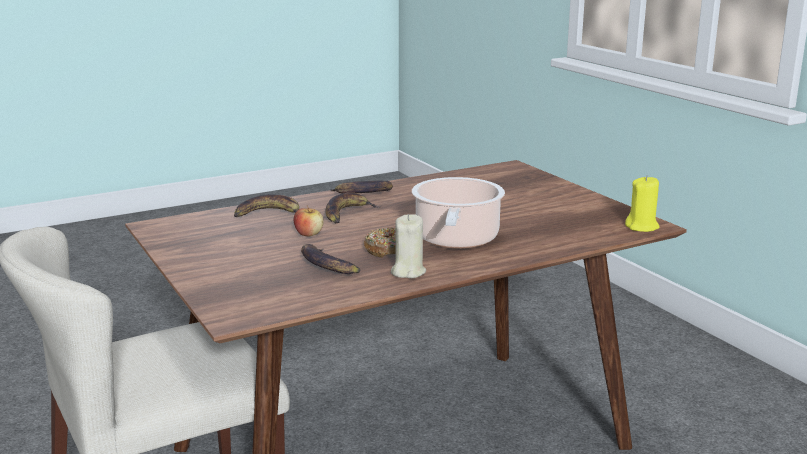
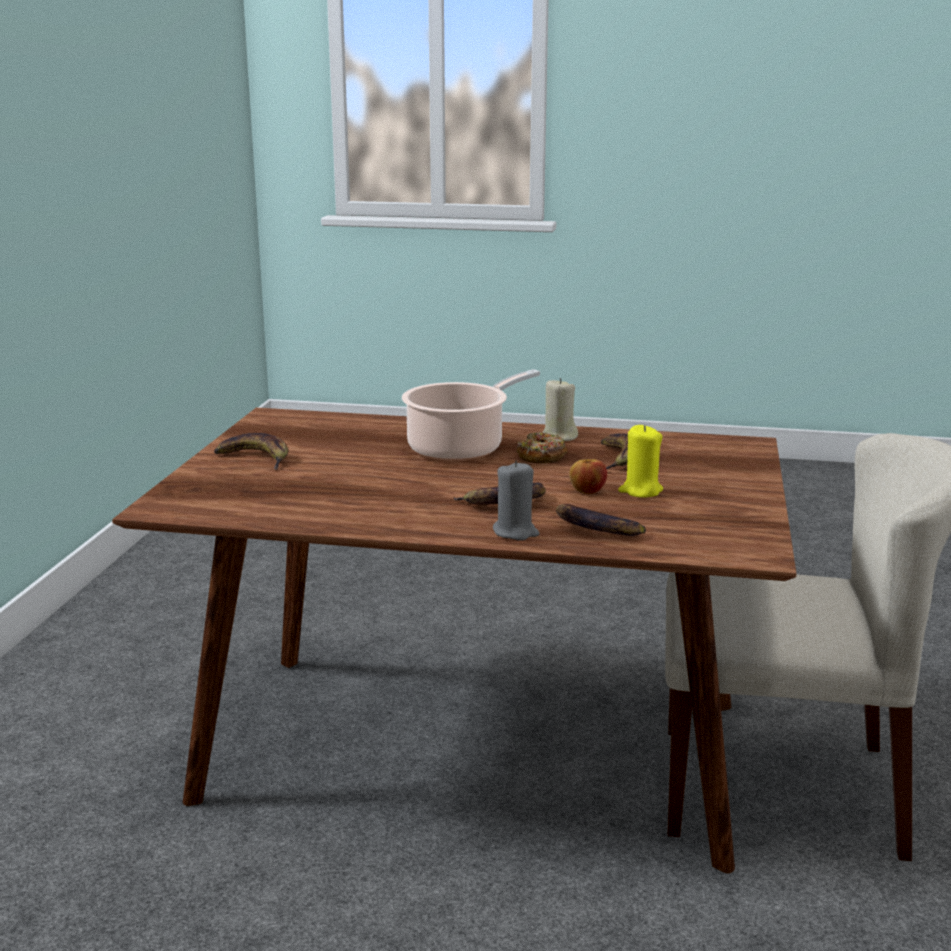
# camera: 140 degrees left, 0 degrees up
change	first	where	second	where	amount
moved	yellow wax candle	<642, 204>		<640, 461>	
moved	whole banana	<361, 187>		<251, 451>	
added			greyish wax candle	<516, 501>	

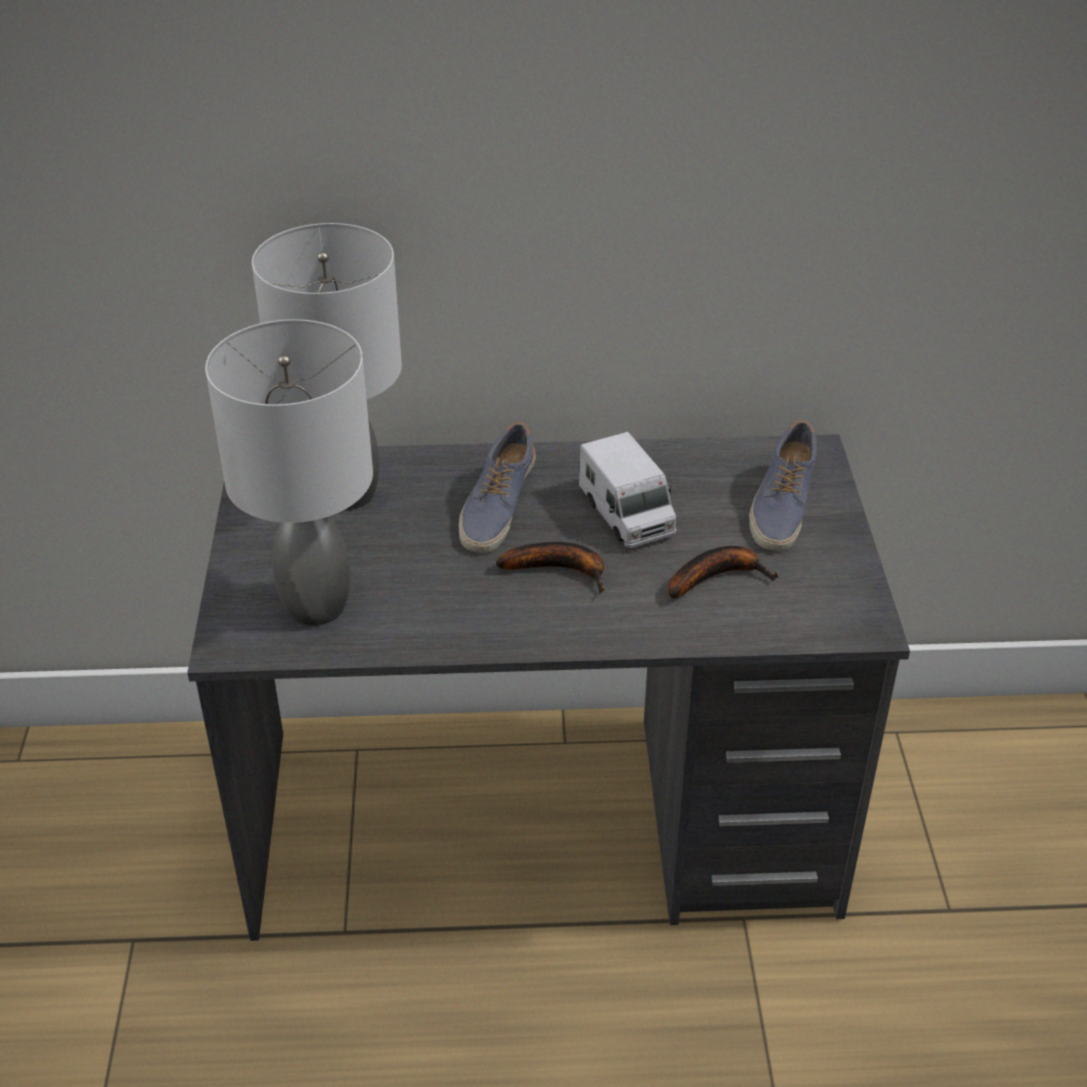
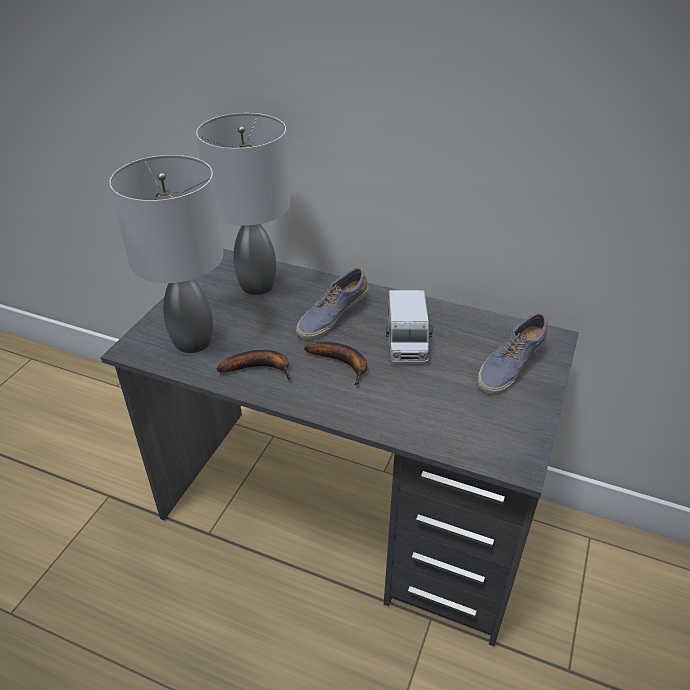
# camera: 25 degrees right, 0 degrees up
change	first	where	second	where	amount
moved	whole banana	<723, 572>		<254, 365>	

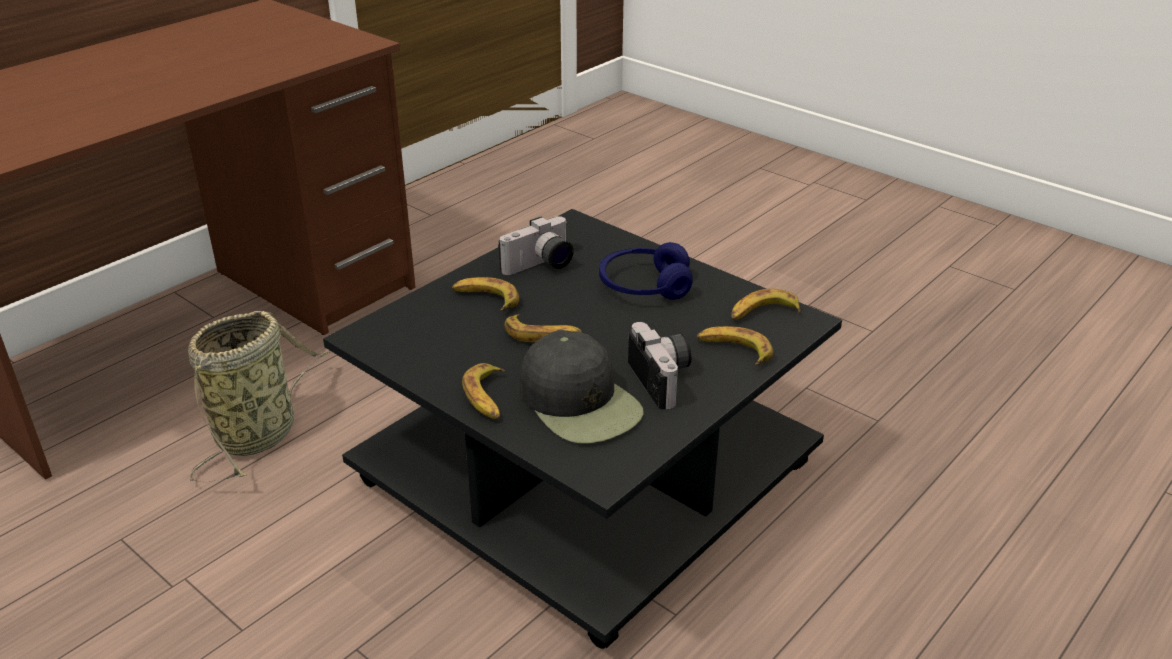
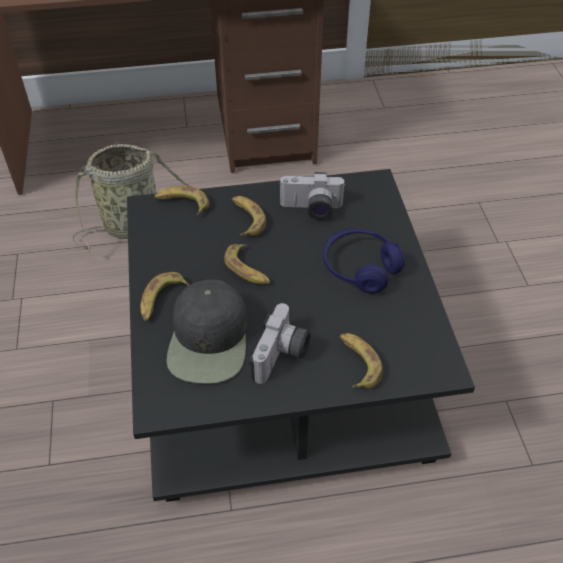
# camera: 40 degrees right, 15 degrees up
change	first	where	second	where	amount
moved	whole banana	<766, 305>		<181, 200>	

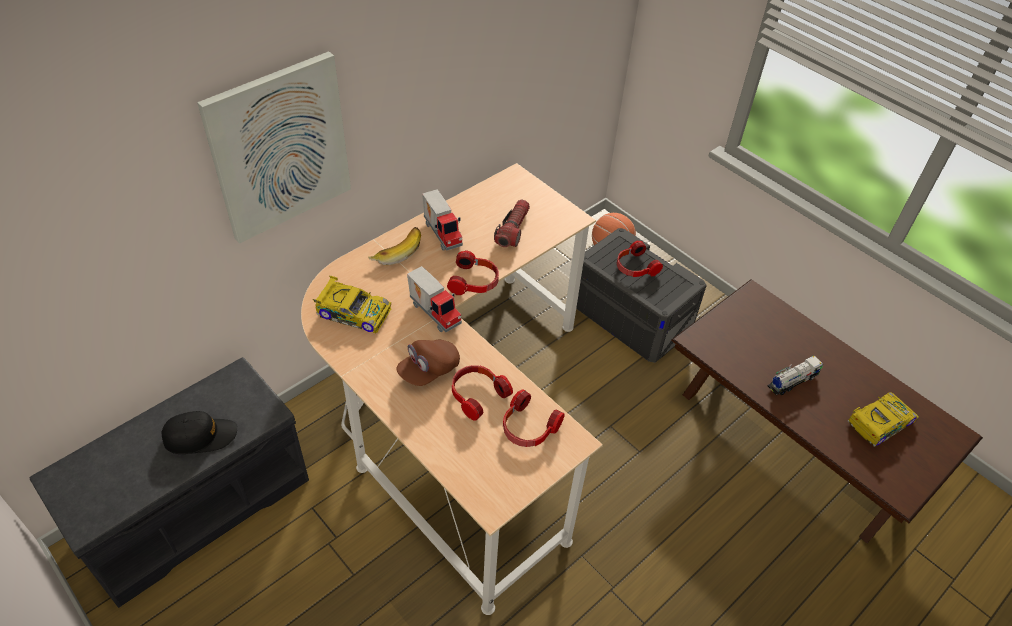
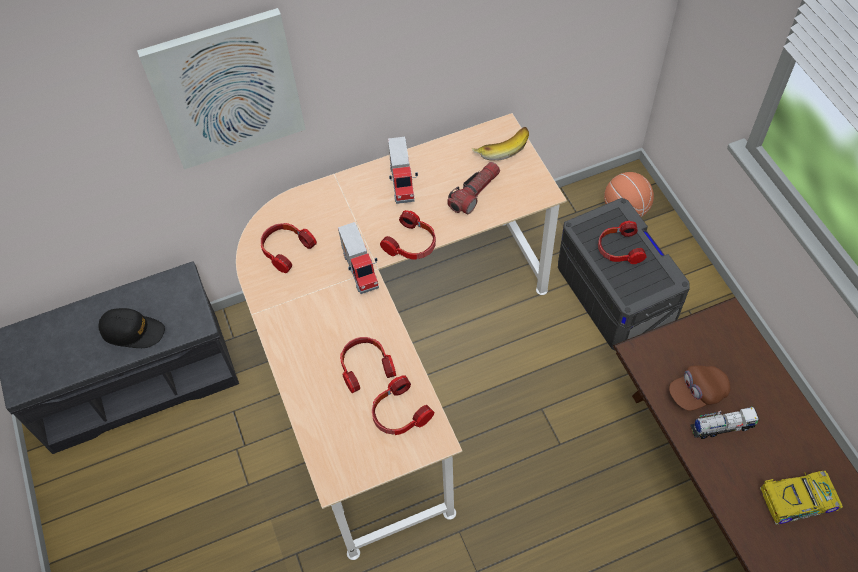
# camera: 25 degrees right, 10 degrees up
change	first	where	second	where	amount
moved	whole banana	<394, 246>		<500, 144>	
replaced	miniature car	<352, 304>	headphones	<289, 248>	
moved	brownish peaked cap	<428, 363>		<699, 388>	

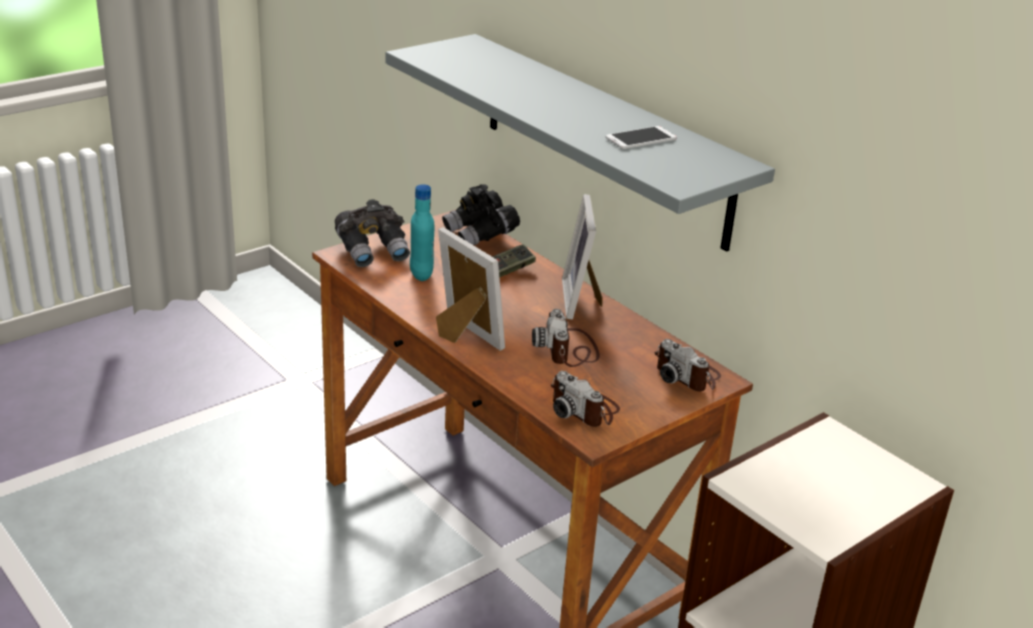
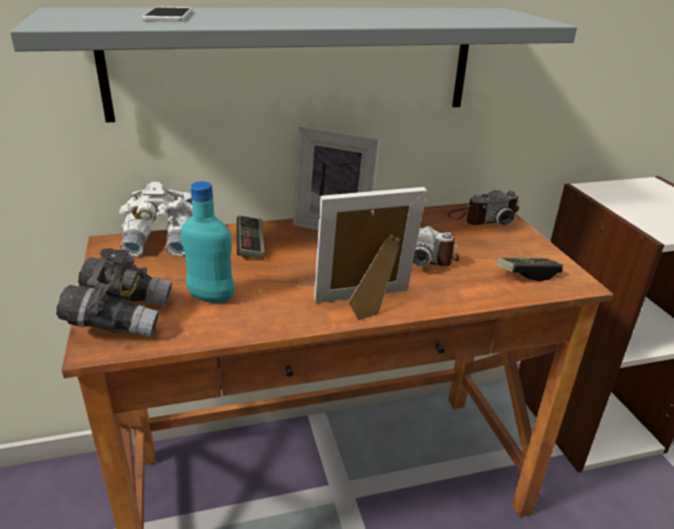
# camera: 65 degrees left, 0 degrees up
change	first	where	second	where	amount
moved	handset	<641, 137>		<167, 14>	
recoloured	blackish pair of binoculars	<481, 214>	white pair of binoculars	<156, 219>	
replaced	still camera	<585, 399>	joypad	<529, 269>	

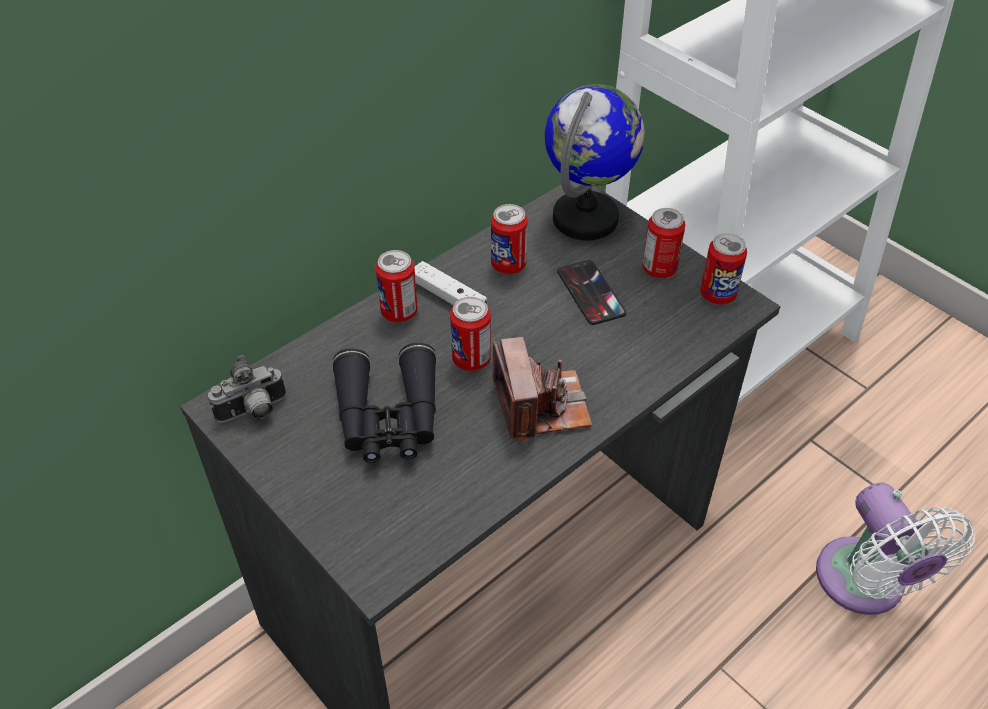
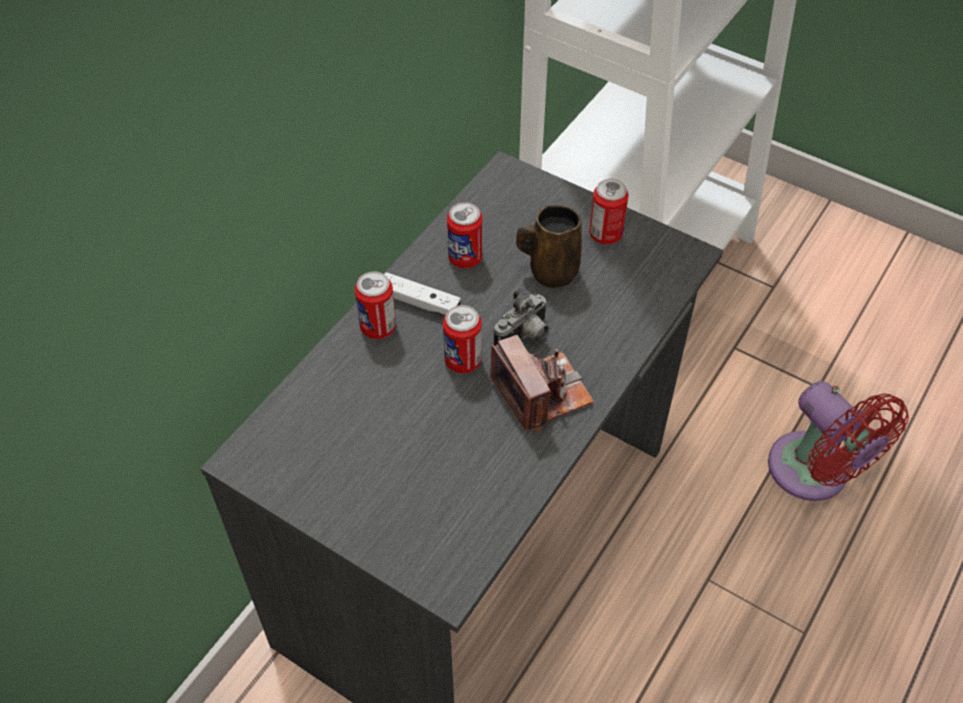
# camera: 15 degrees left, 5 degrees up
change	first	where	second	where	amount
removed	world globe	<595, 162>			
removed	sealed can	<723, 269>			
replaced	handset	<591, 292>	brownish mug	<549, 246>	
removed	blackish pair of binoculars	<384, 402>			
moved	still camera	<247, 389>		<521, 317>	
recoloured	white fan	<895, 549>	red fan	<838, 441>	

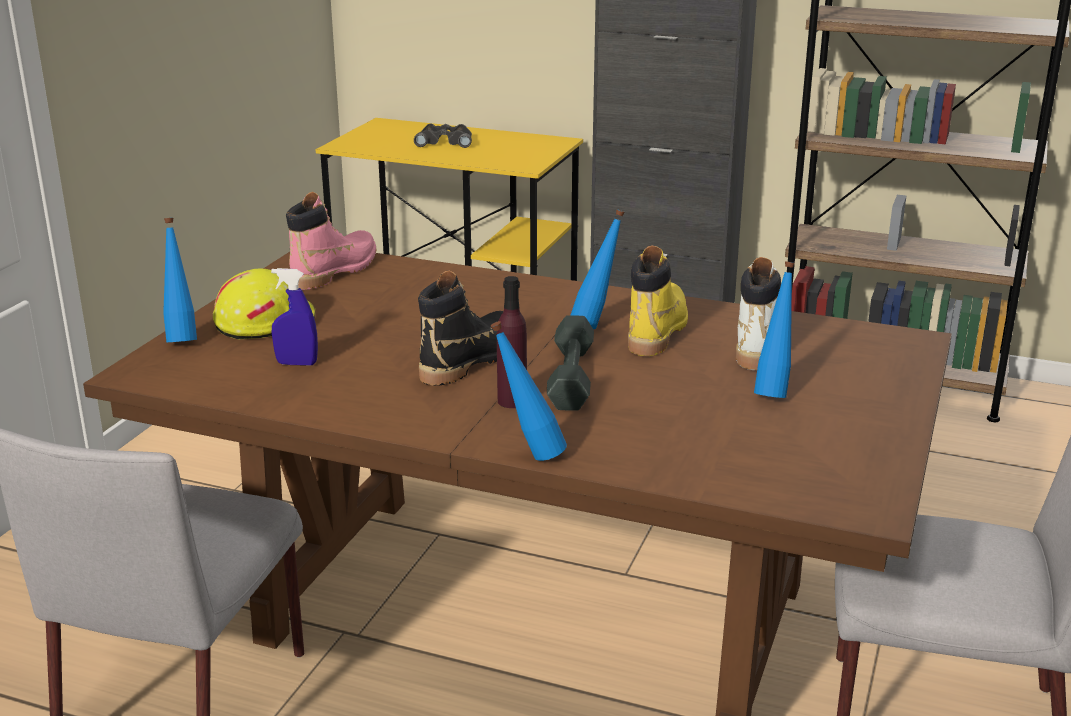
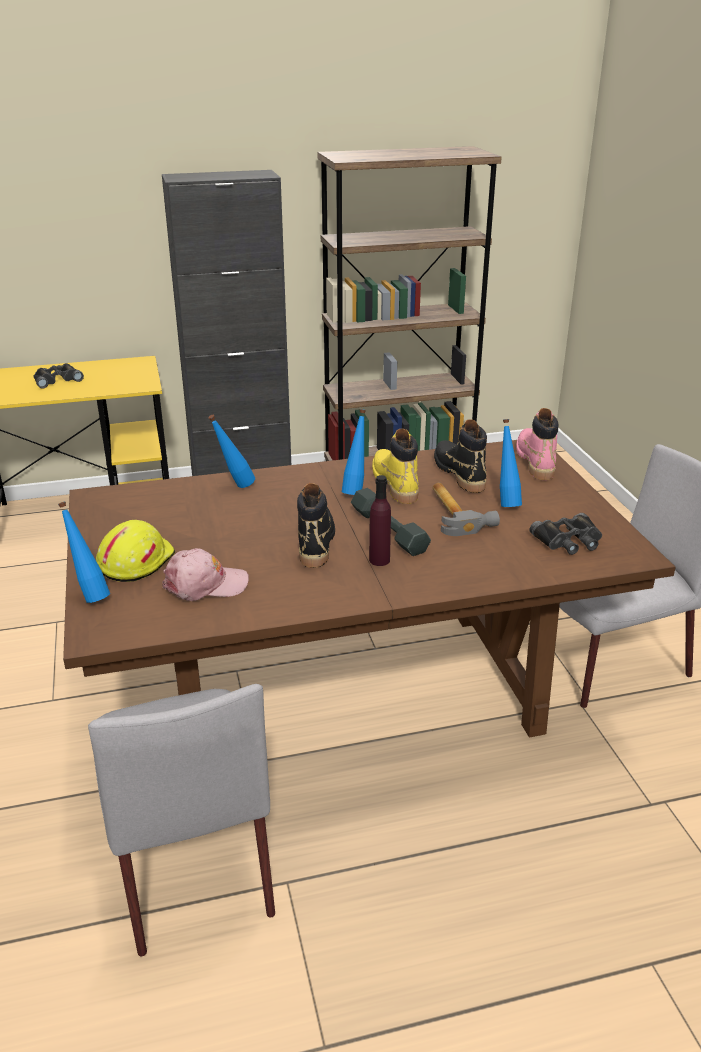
# camera: 35 degrees left, 5 degrees up
change	first	where	second	where	amount
moved	pinkish tall boot	<331, 241>		<537, 444>	
recoloured	white tall boot	<758, 313>	blackish tall boot	<460, 456>	
replaced	bluish spray bottle	<294, 317>	pinkish peaked cap	<205, 574>	
moved	bluish beverage bottle	<529, 391>		<231, 451>	
added			hand hammer	<466, 509>	
added			blackish pair of binoculars	<566, 534>	

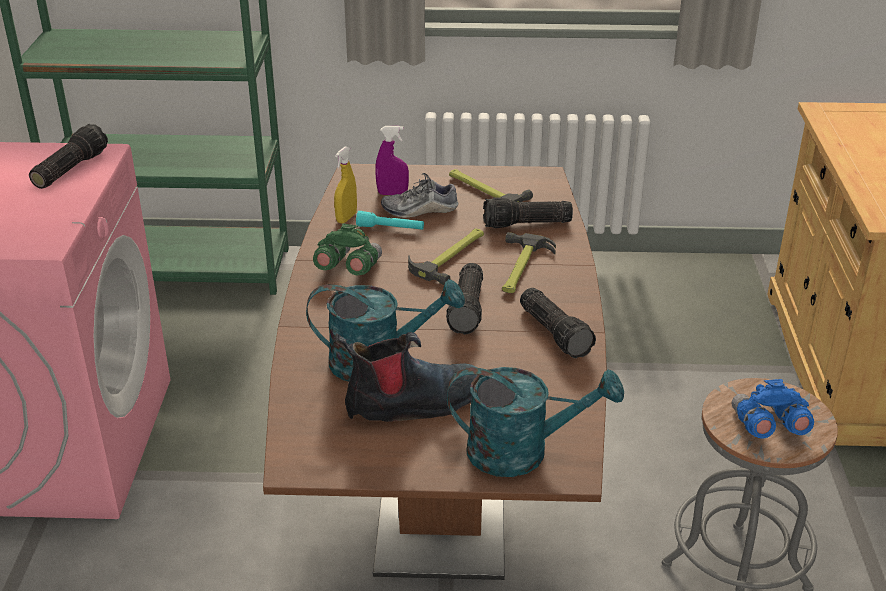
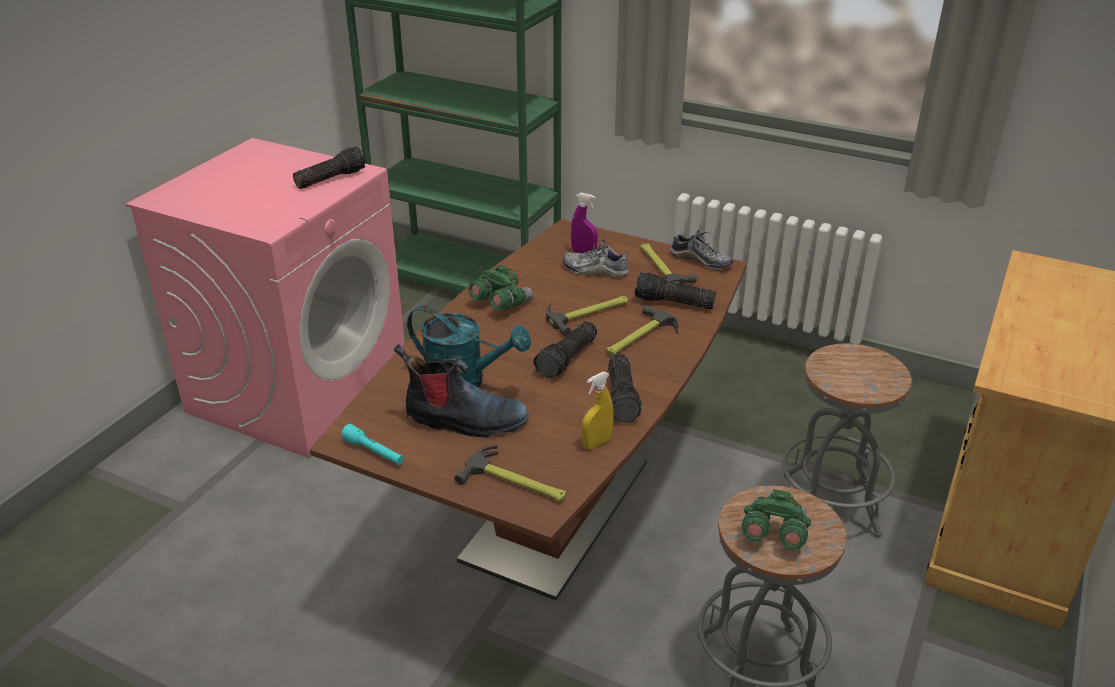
# camera: 25 degrees right, 0 degrees up
change	first	where	second	where	amount
moved	yellow spray bottle	<345, 185>		<598, 411>	
moved	turquoise-coloured flashlight	<390, 220>		<372, 444>	
replaced	turquoise-coloured watering can	<535, 422>	hand hammer	<510, 473>	
recoloured	bluish pair of binoculars	<772, 409>	green pair of binoculars	<776, 519>	
added			shoe	<702, 249>	
added			greyish stool	<847, 441>	

